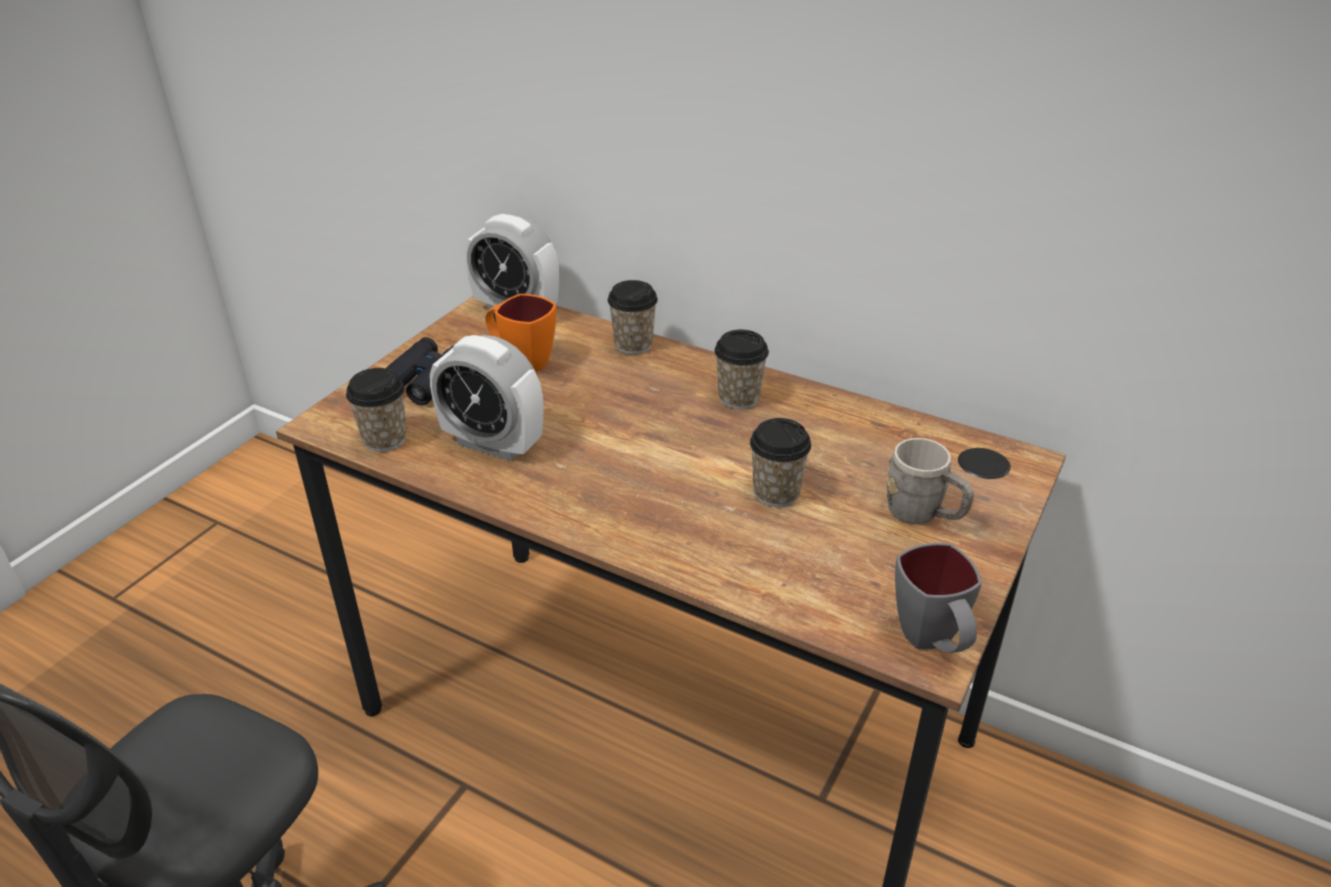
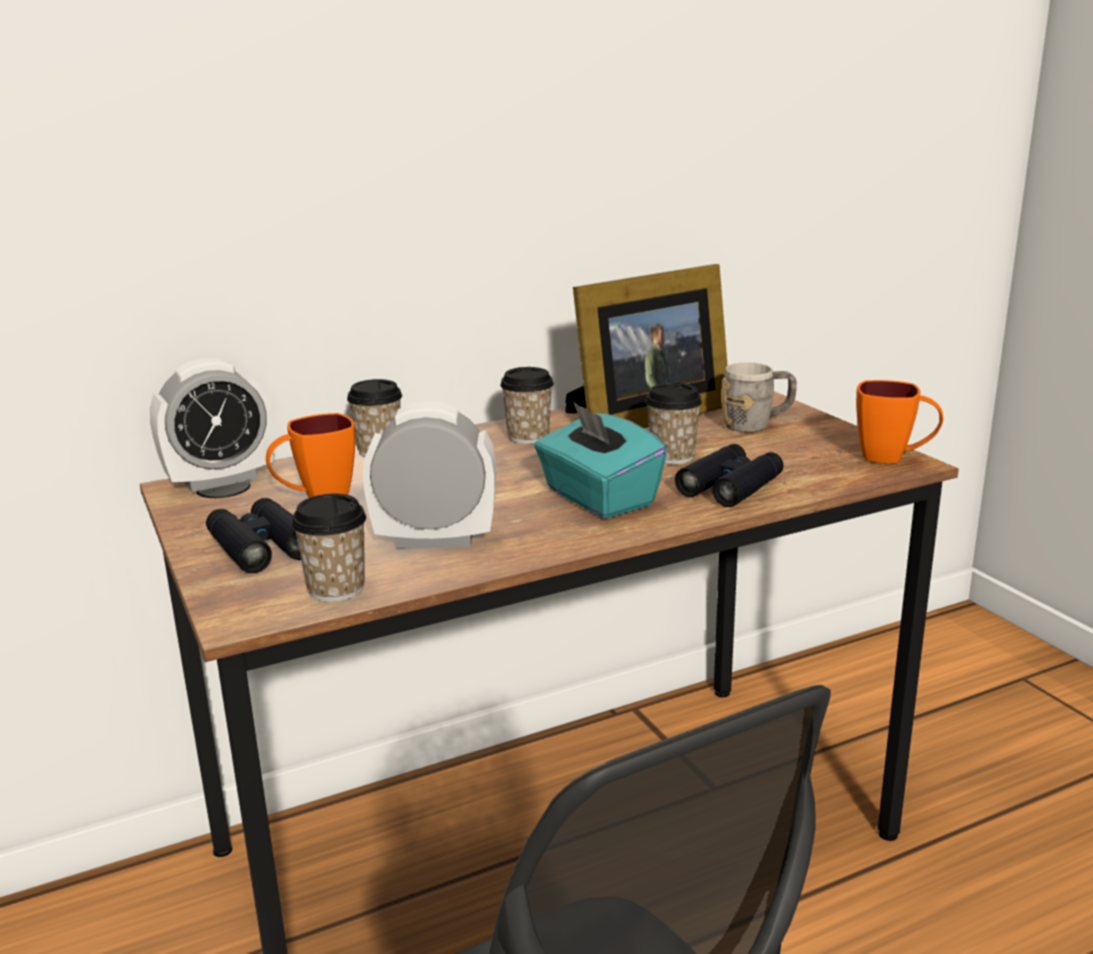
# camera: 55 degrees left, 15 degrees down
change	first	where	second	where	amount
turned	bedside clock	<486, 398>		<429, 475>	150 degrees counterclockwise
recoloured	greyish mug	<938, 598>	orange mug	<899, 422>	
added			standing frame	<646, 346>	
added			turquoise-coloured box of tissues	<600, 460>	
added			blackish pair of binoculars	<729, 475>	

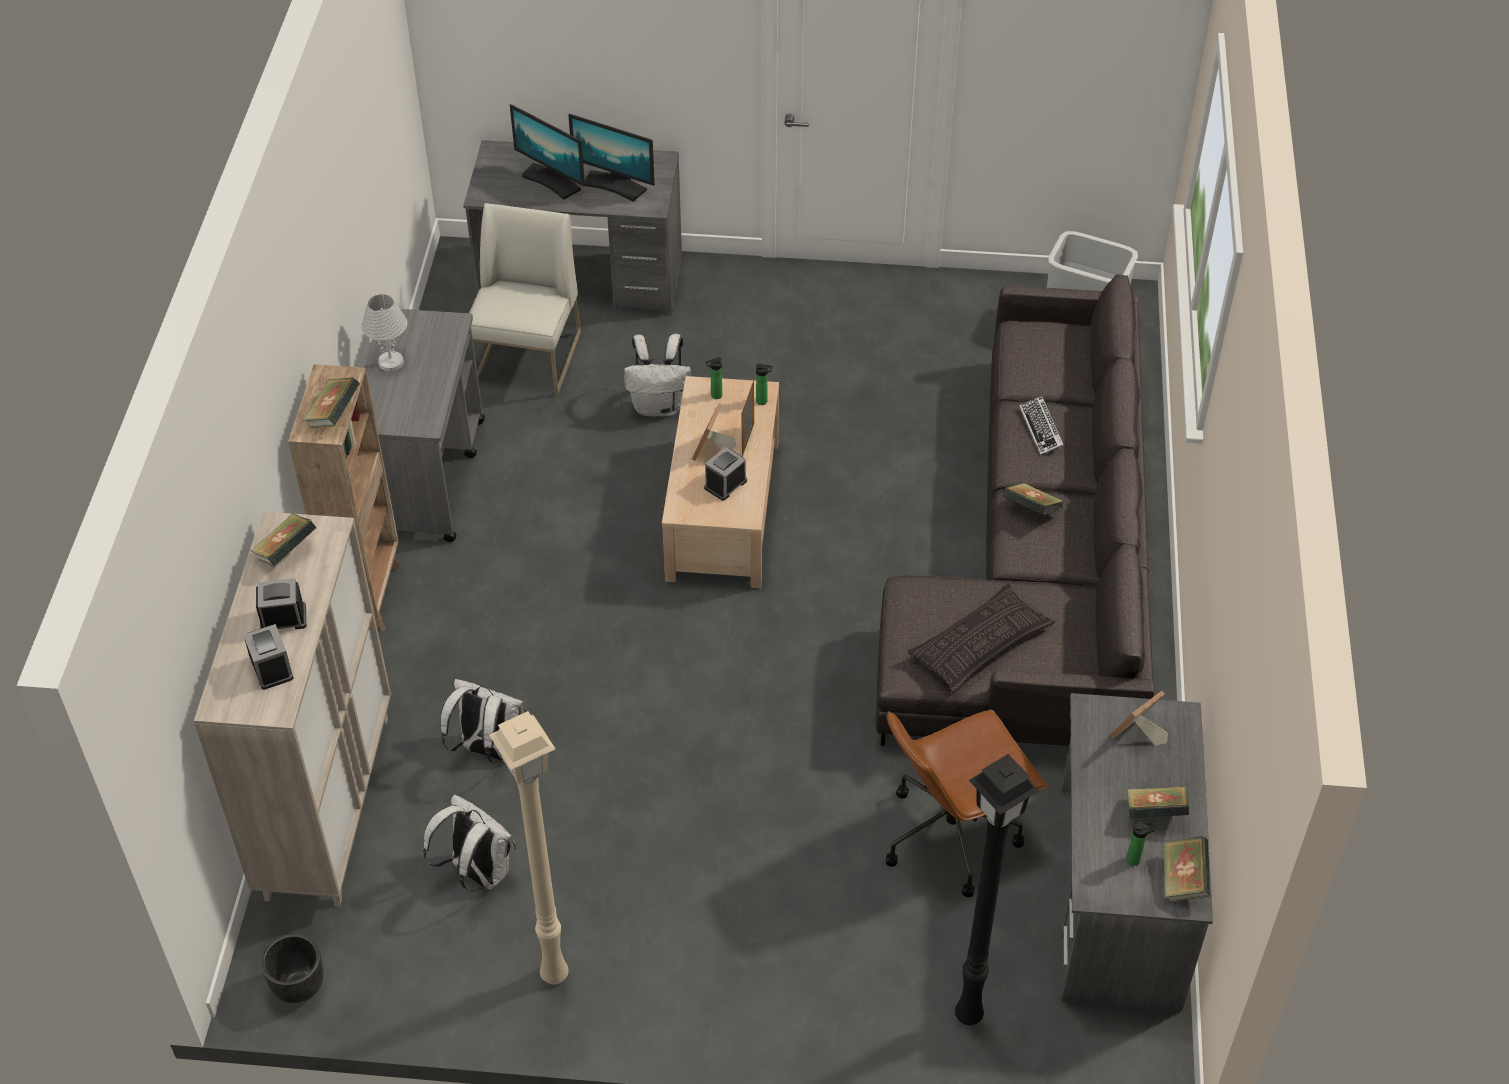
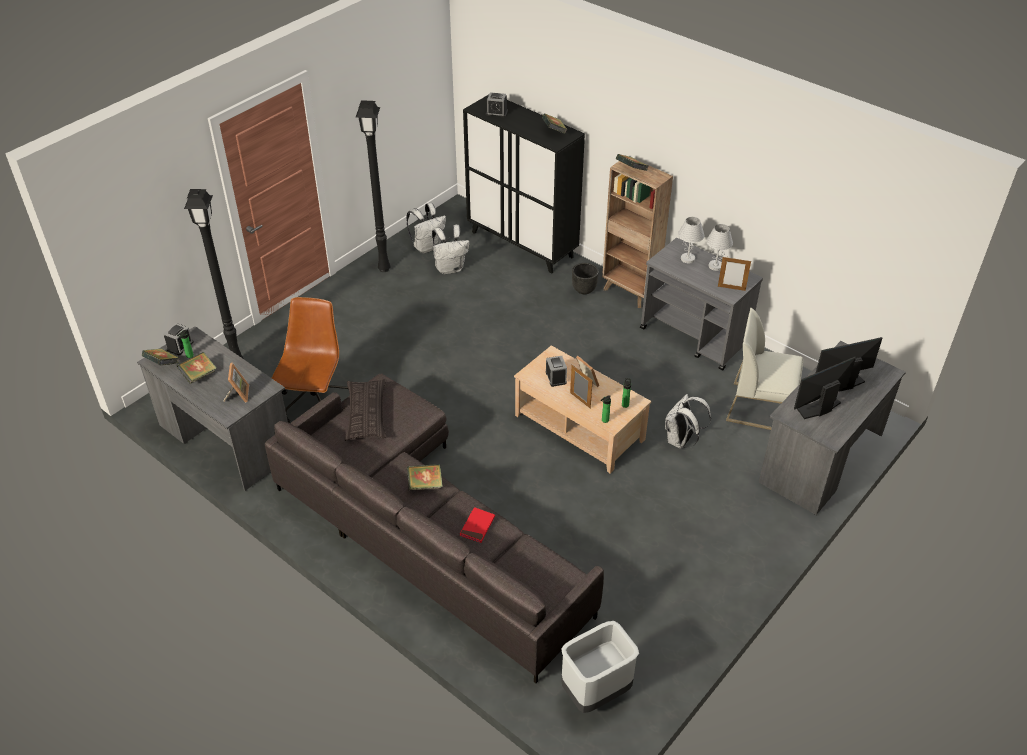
# camera: 125 degrees right, 5 degrees down
change	first	where	second	where	amount
turned	white upright chair	<525, 299>		<764, 369>	150 degrees clockwise
replaced	PC keyboard	<1041, 426>	red bound book	<477, 525>	
recoloured	sand-coloured cabinet	<292, 709>	blackish cabinet	<524, 184>	
moved	bedside clock	<281, 604>		<178, 339>	
moved	white backpack	<483, 721>		<426, 228>	
recoloured	sand-coloured standard lamp	<529, 847>	blackish standard lamp	<373, 186>	
moved	blackish planter	<292, 968>		<585, 278>	
added			white table lamp	<691, 240>	
added			standing frame	<734, 273>	

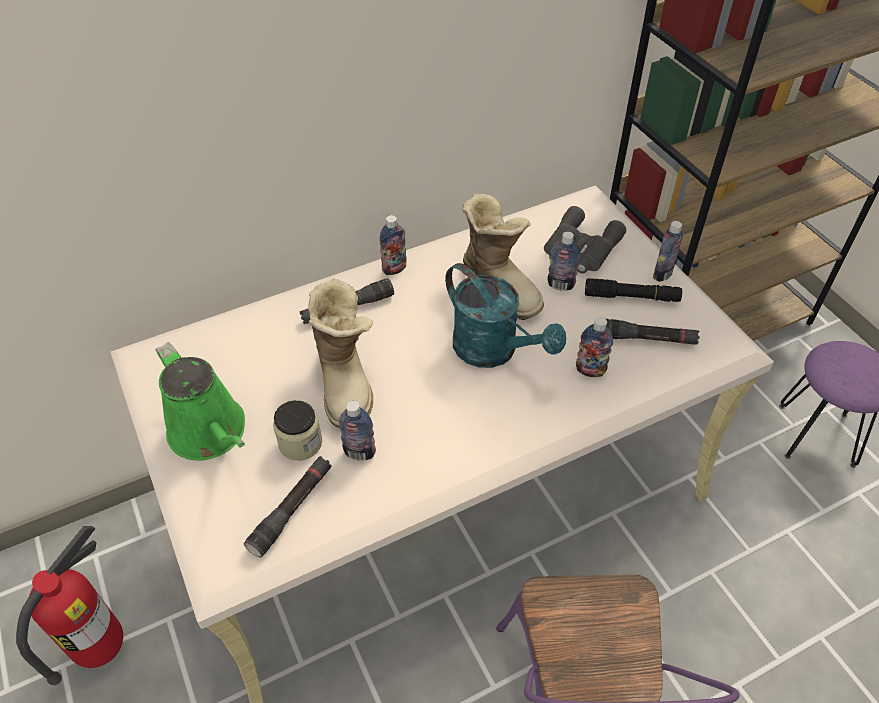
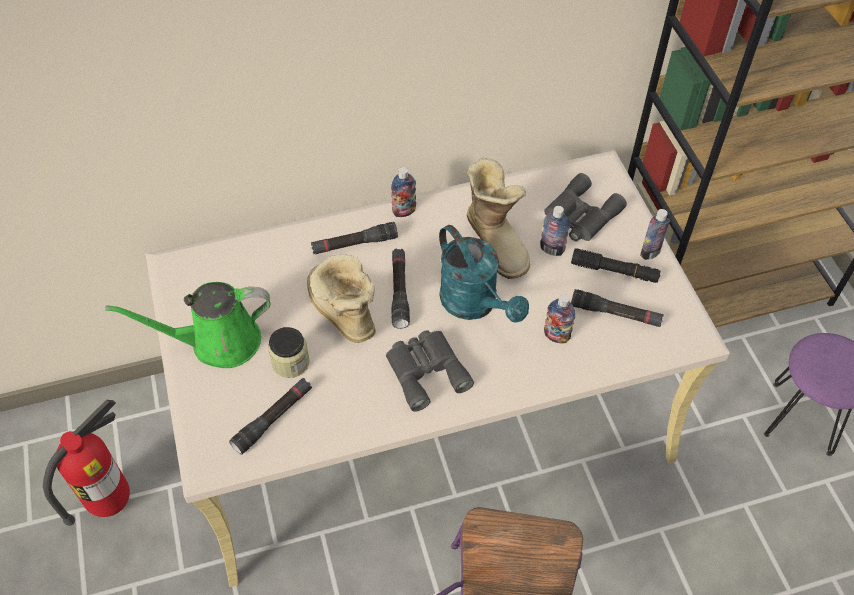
# camera: 10 degrees right, 5 degrees up
change	first	where	second	where	amount
turned	tall boot	<340, 353>		<341, 298>	150 degrees clockwise
turned	green watering can	<200, 401>		<187, 325>	105 degrees clockwise
removed	beverage bottle	<357, 431>			
added			blackish flashlight	<400, 289>	
added			greyish pair of binoculars	<430, 371>	

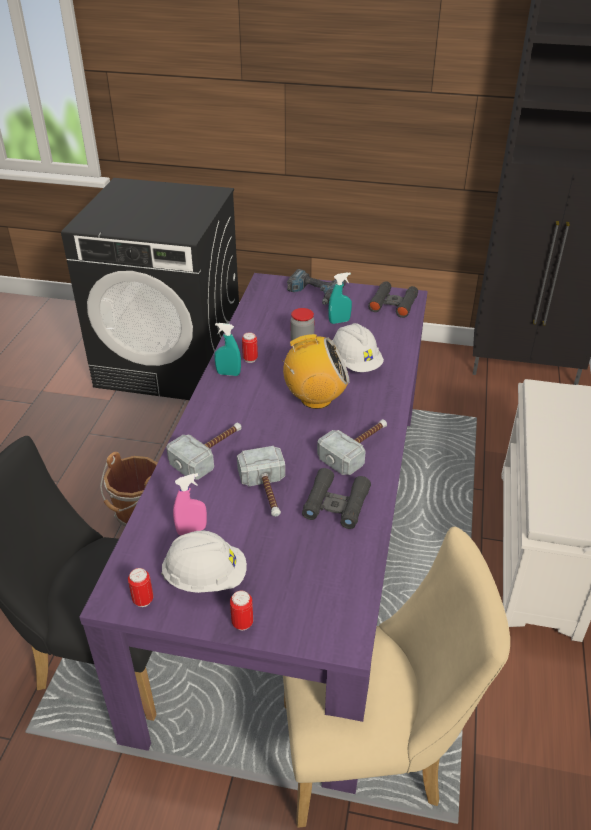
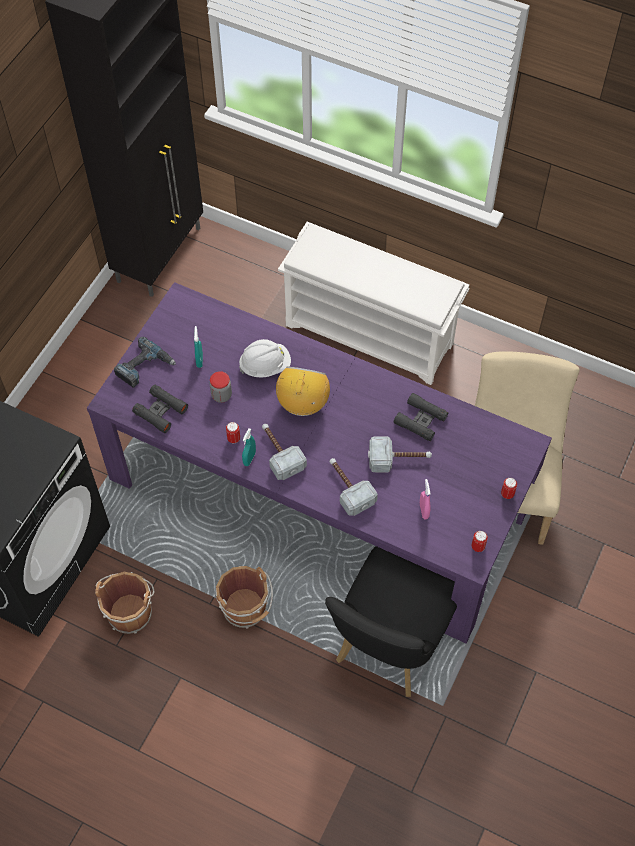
# camera: 75 degrees left, 20 degrees up
change	first	where	second	where	amount
moved	blackish pair of binoculars	<393, 299>		<160, 409>	
moved	hand hammer	<352, 447>		<284, 452>	
removed	white work helmet	<204, 562>			
added			brownish pail	<124, 603>	

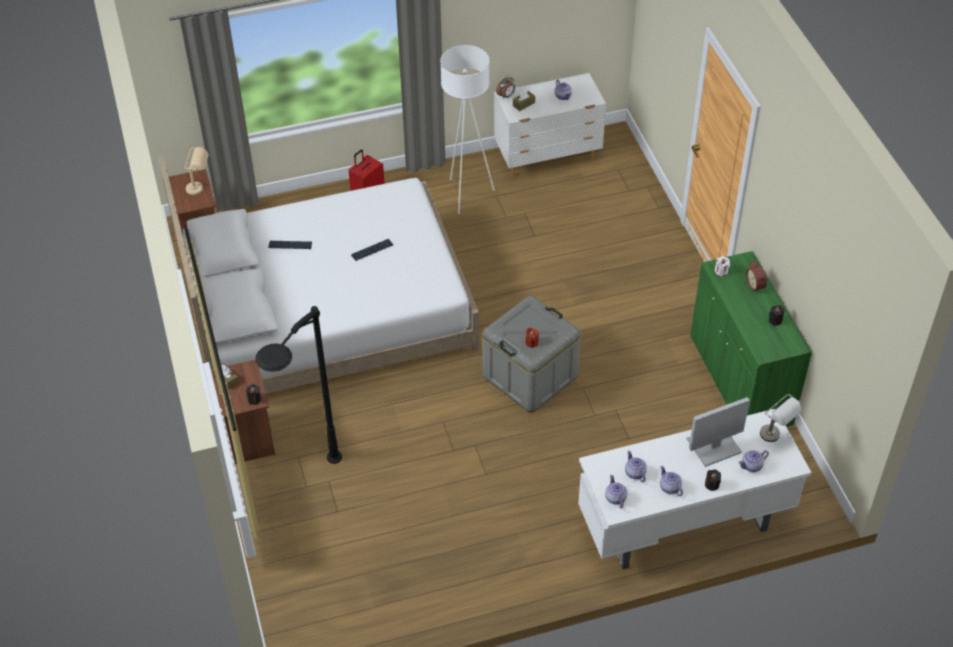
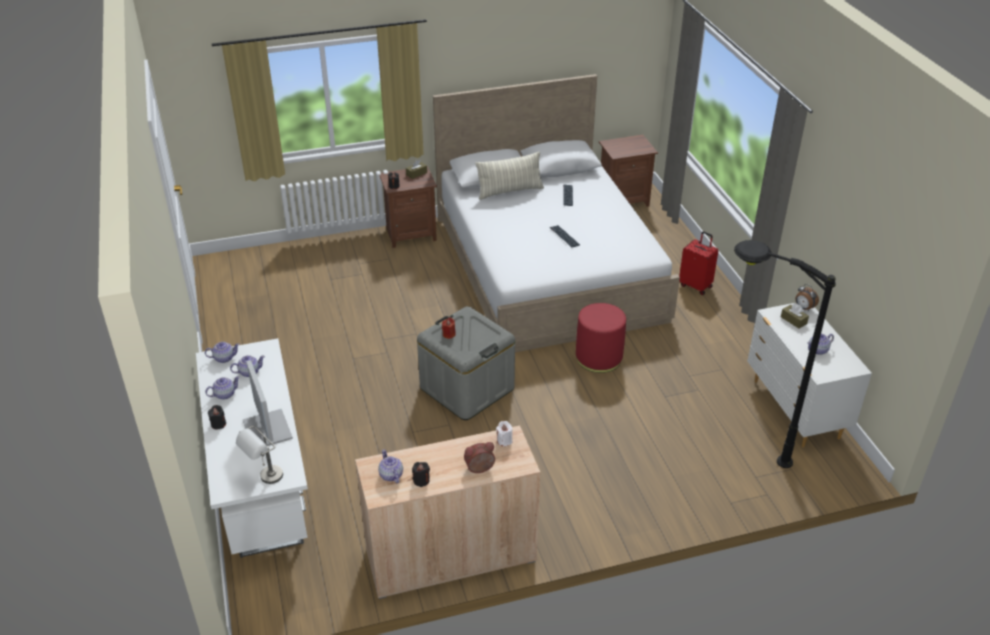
# camera: 90 degrees right, 10 degrees down
change	first	where	second	where	amount
removed	white standard lamp	<467, 129>			
removed	sand-coloured table lamp	<197, 171>			
recoloured	green cabinet	<751, 339>	sand-coloured cabinet	<447, 512>	
moved	blackish standard lamp	<299, 385>		<785, 354>	
moved	tea pot	<754, 461>		<390, 466>	
added			pillow	<509, 176>	
added			red pouffe	<601, 338>	

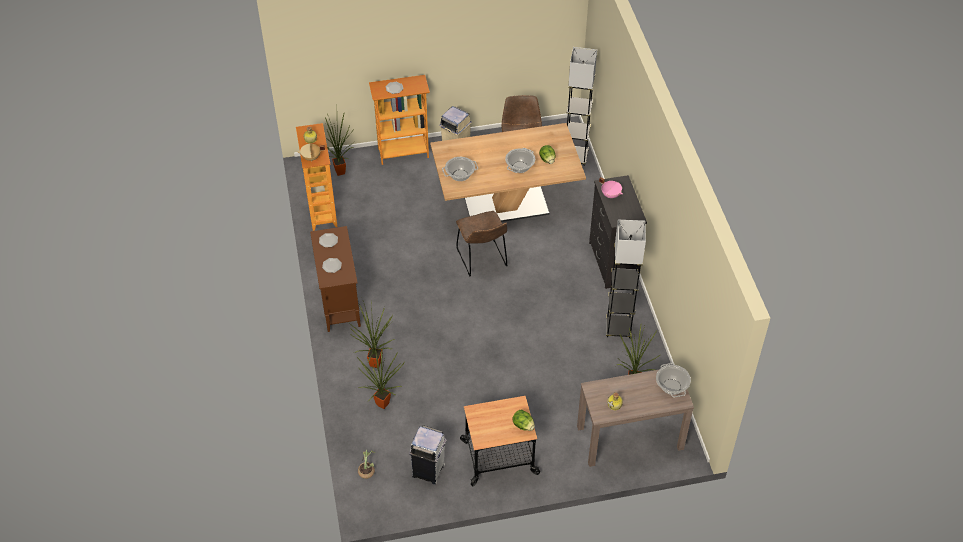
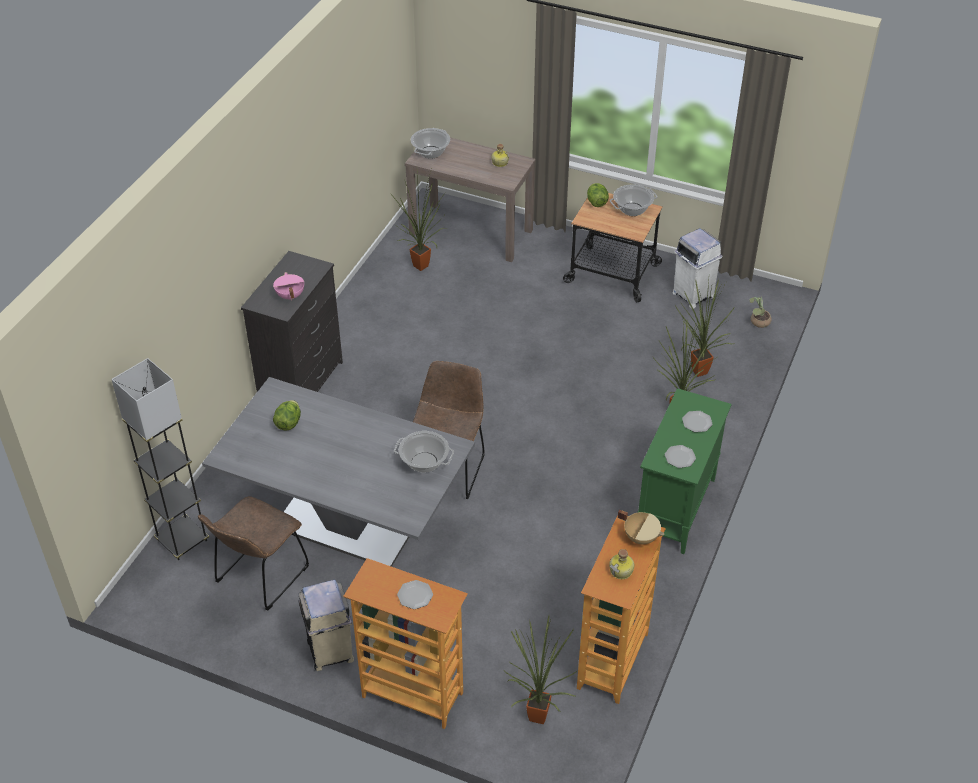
# camera: 145 degrees left, 5 degrees down
change	first	where	second	where	amount
recoloured	brownish dining table	<508, 172>	greyish dining table	<338, 472>	
moved	cooking pot	<520, 160>		<634, 200>	
removed	greyish standard lamp	<626, 279>			
recoloured	brownish cabinet	<335, 279>	green cabinet	<684, 471>	

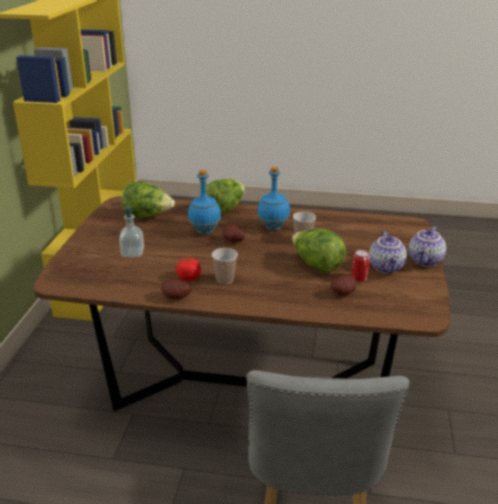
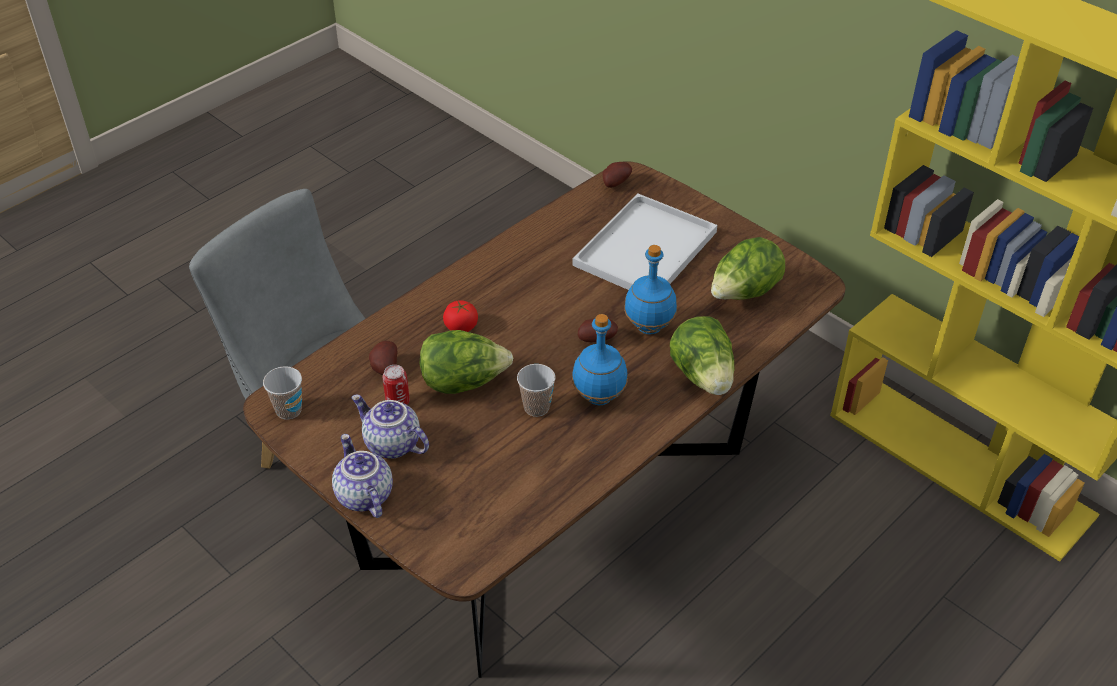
# camera: 125 degrees right, 15 degrees up
change	first	where	second	where	amount
replaced	soap bottle	<131, 231>	white carrying tray	<645, 241>	
moved	cup	<225, 266>		<282, 393>	
moved	whole tomato	<188, 269>		<460, 316>	
moved	spud	<176, 289>		<617, 175>	

